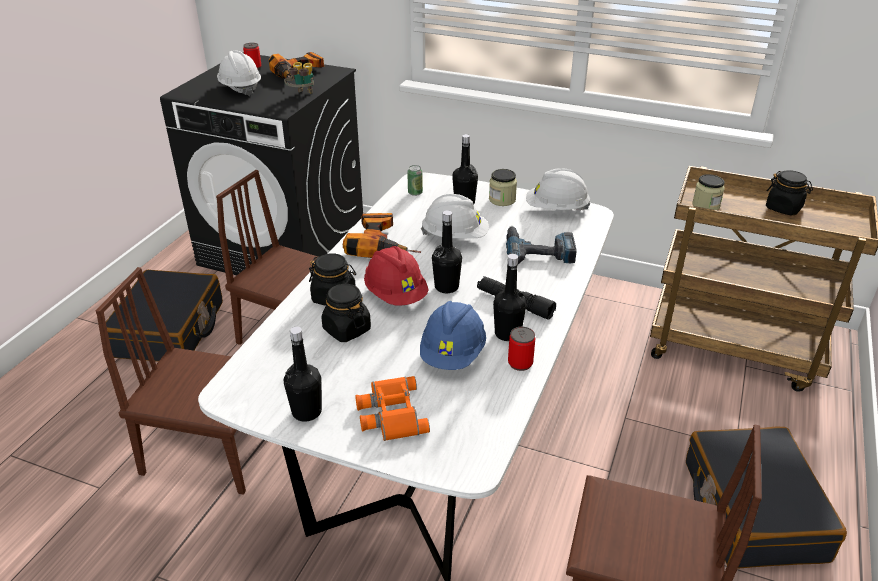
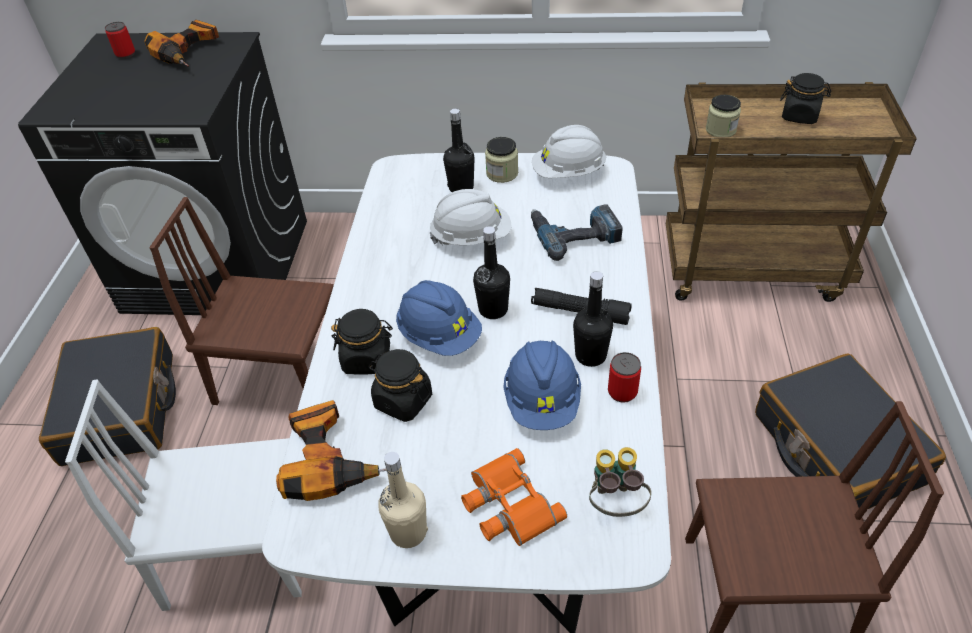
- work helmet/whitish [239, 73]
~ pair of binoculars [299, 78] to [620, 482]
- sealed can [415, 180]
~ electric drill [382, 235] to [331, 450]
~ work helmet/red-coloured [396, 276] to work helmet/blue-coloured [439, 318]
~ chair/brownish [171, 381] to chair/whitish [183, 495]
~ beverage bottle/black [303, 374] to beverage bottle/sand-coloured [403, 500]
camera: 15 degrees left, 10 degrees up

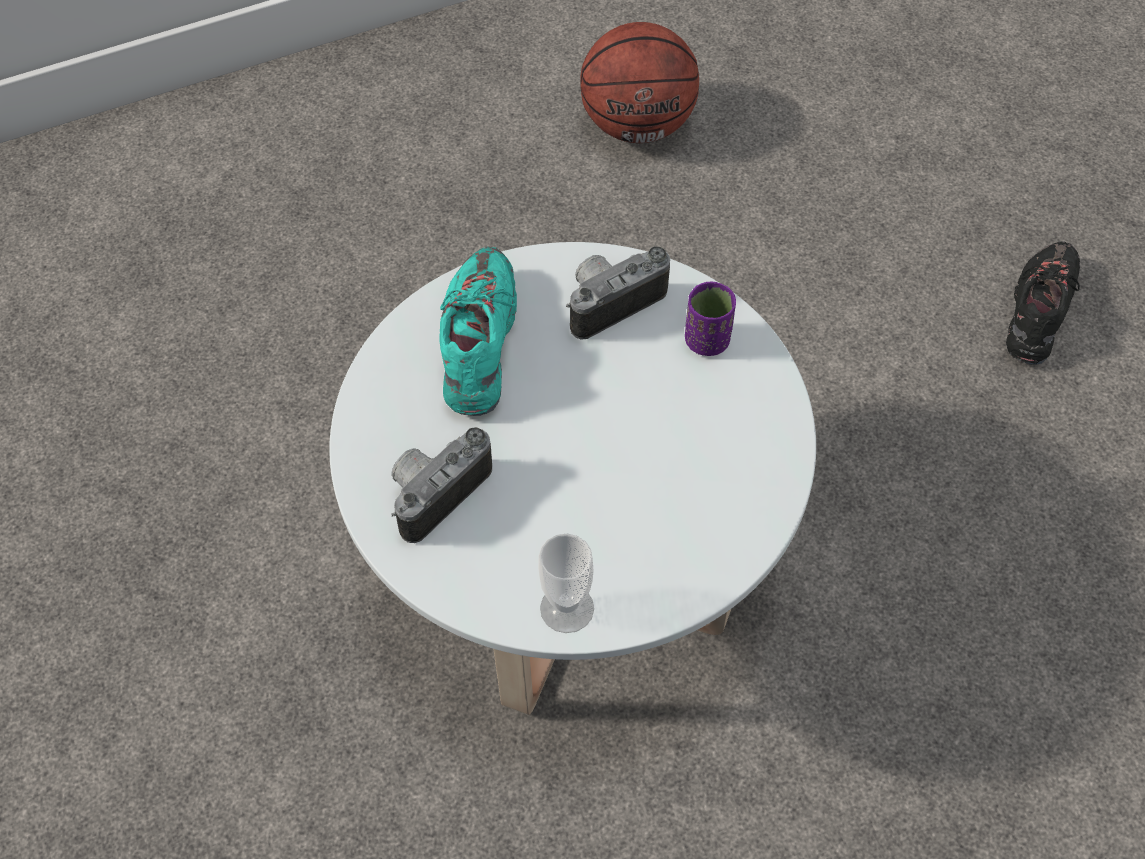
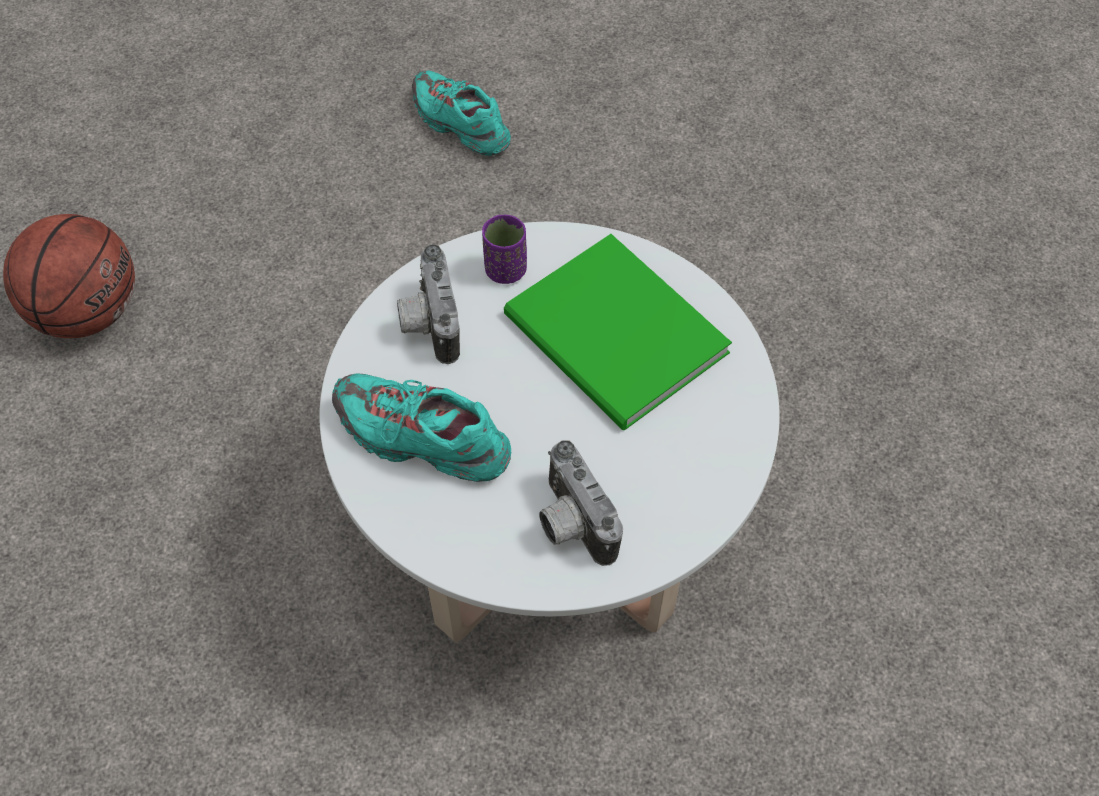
~ item of footwear/black [1043, 303] to item of footwear/turquoise [461, 113]
- small cup [566, 583]
+ bound book/green-coloured [618, 332]
camera: 70 degrees left, 0 degrees up

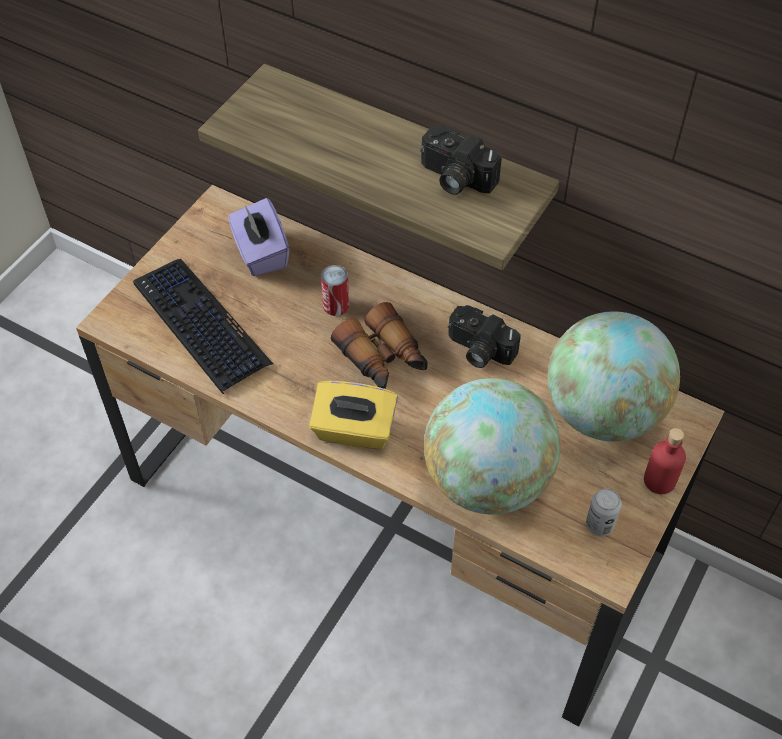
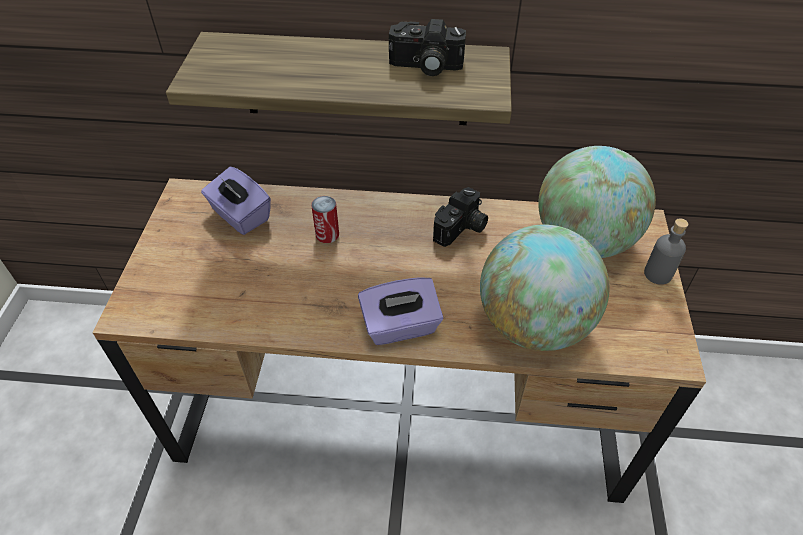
- PC keyboard [203, 326]
- pair of binoculars [379, 345]
~ photo camera [484, 336] = [460, 217] 60 degrees counterclockwise
~ box of tissues/yellow [353, 415] to box of tissues/purplish [400, 311]
~ beverage bottle/red-coloured [665, 461] to beverage bottle/gray [666, 251]
- sealed can [604, 512]
camera: 25 degrees left, 5 degrees down

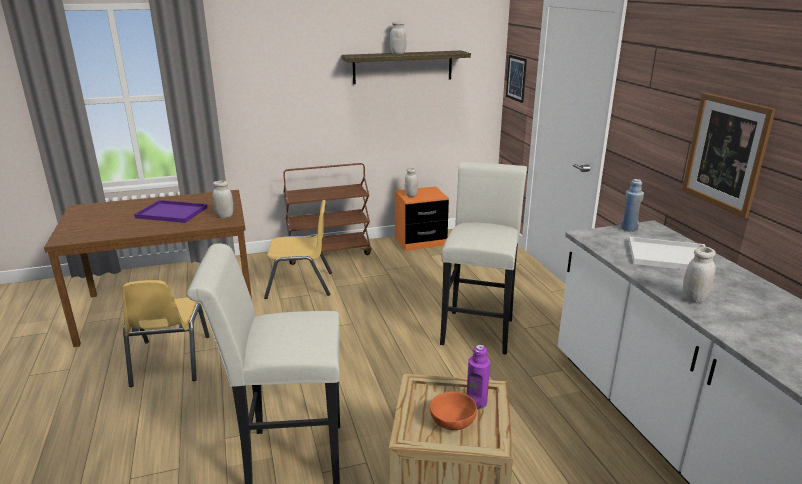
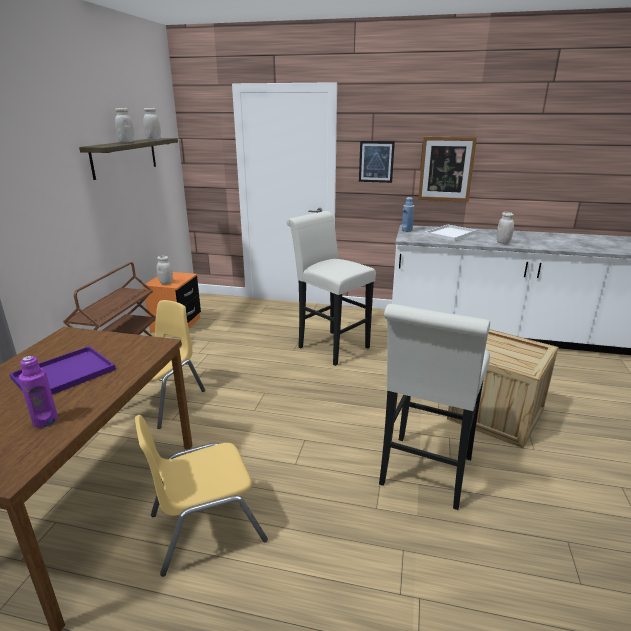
~ wall picture [516, 79] to [377, 162]
~ preserve jar/whitish [223, 199] to [152, 124]
~ chair/yellow [166, 333] = [201, 496] 135 degrees clockwise
~ beverage bottle/purplish [478, 377] to [38, 392]
- bowl/orange [453, 411]
camera: 60 degrees left, 0 degrees up

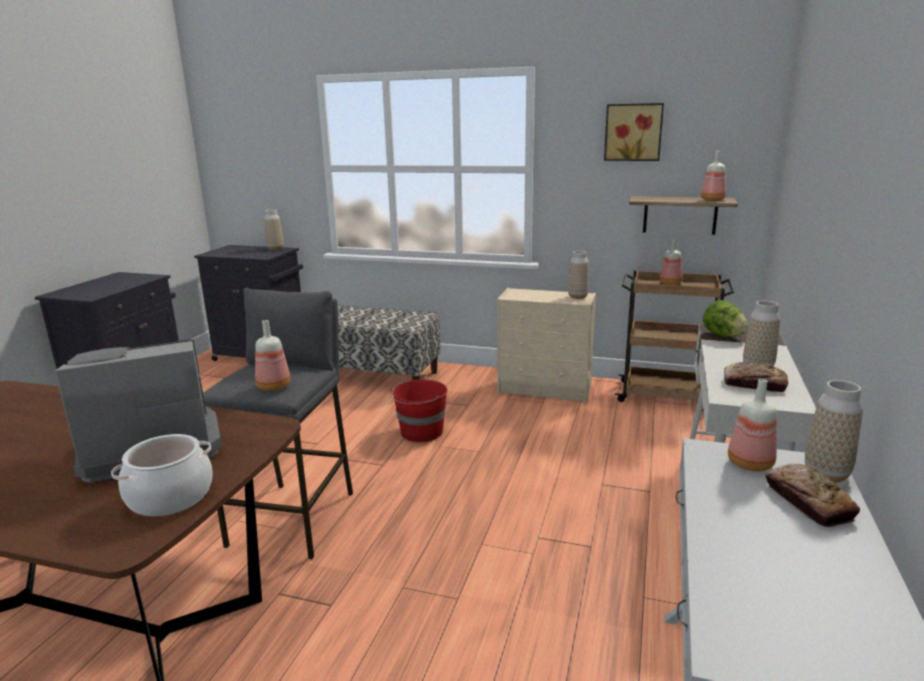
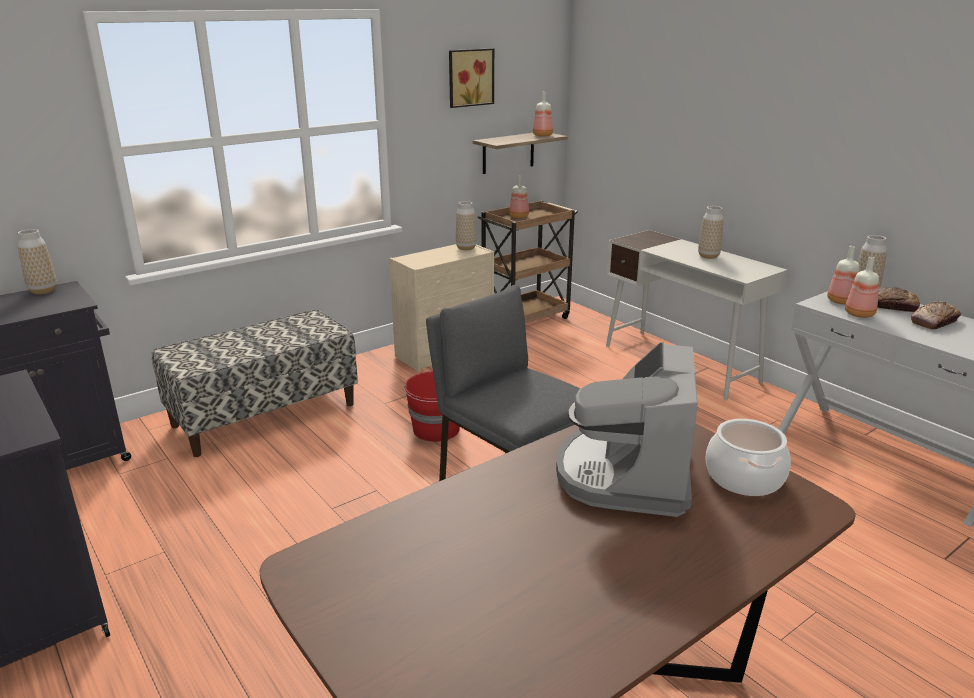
- head of lettuce [726, 319]
~ beverage bottle [273, 355] to [862, 287]
~ bakery bread [756, 377] to [936, 315]
camera: 55 degrees left, 5 degrees up

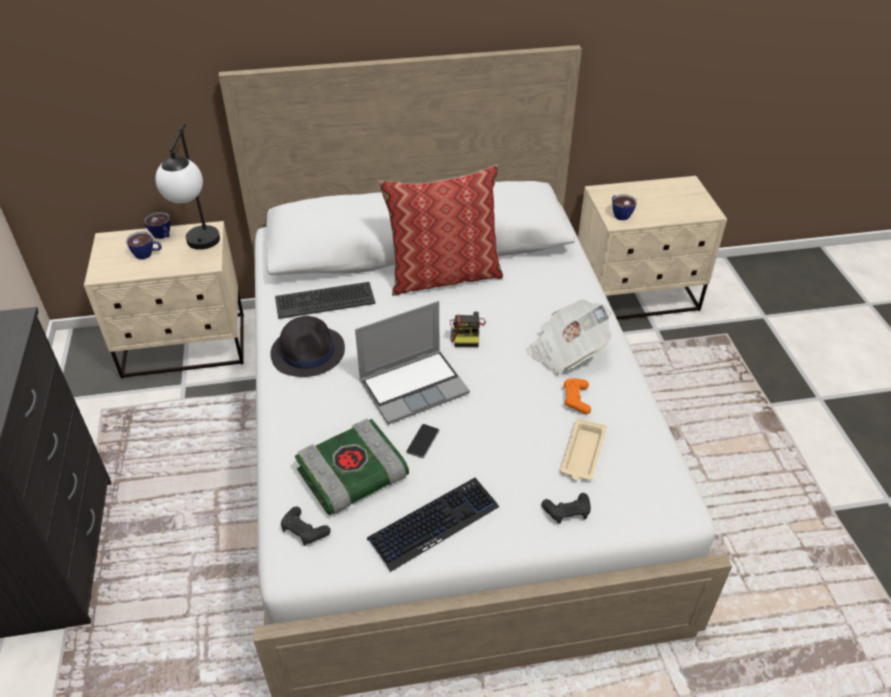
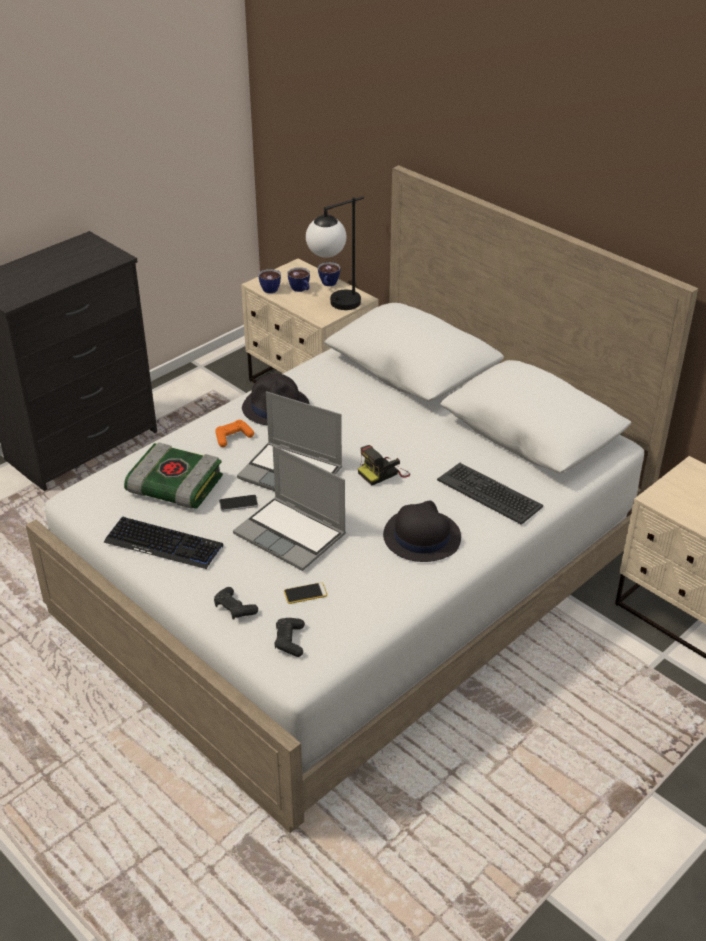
- pillow [441, 230]
~ small cup [624, 207] to [269, 281]
~ PC keyboard [325, 300] to [490, 494]
~ printed paper [569, 336] to clothing hat/black [422, 531]
~ game controller/orange [577, 396] to [234, 433]
~ tray/sand-coloured [583, 449] to telephone [305, 593]
~ game controller/black [306, 526] to [289, 637]
+ laptop [289, 508]
camera: 55 degrees right, 5 degrees down

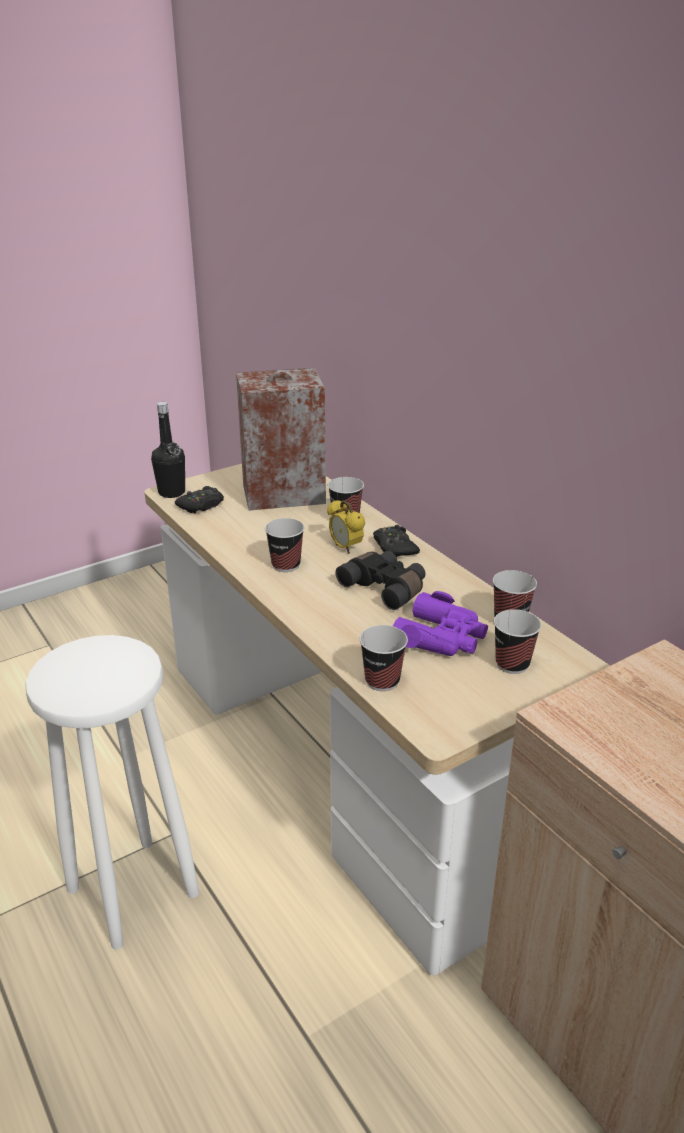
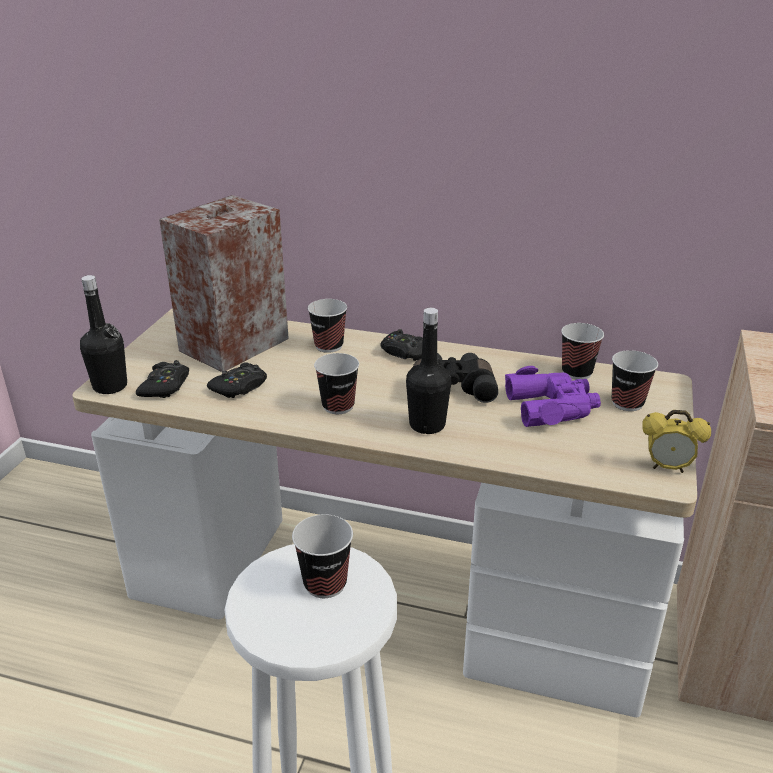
~ bedside clock [346, 527] to [676, 441]
~ small cup [384, 658] to [322, 556]
+ beverage bottle/black [428, 371]
+ game controller/black [237, 380]
camera: 40 degrees left, 0 degrees up

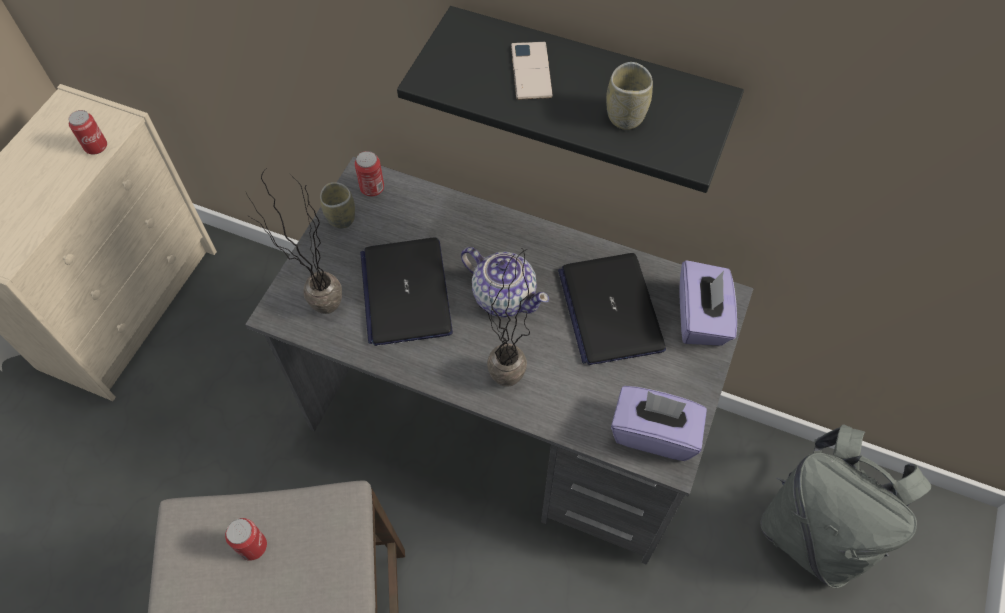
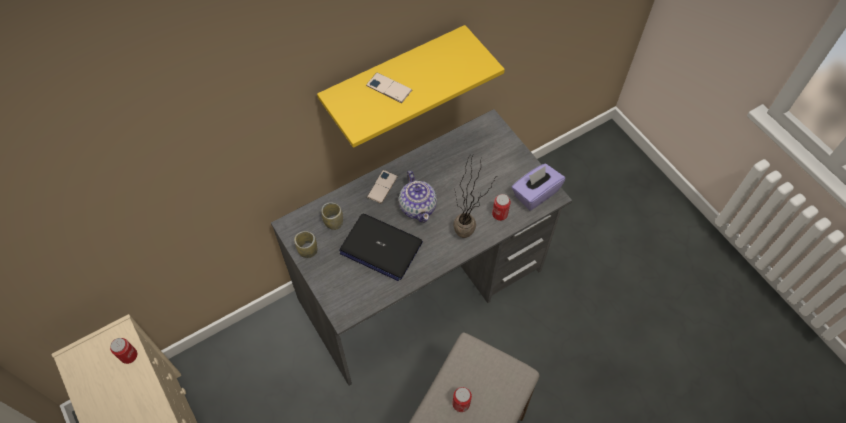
~ wall shelf/black [570, 99] to wall shelf/yellow [411, 86]
~ small cup [629, 96] to [332, 216]
~ sealed can [369, 173] to [501, 207]
- potted plant [294, 241]
~ pot for tea [505, 282] = [418, 196] 90 degrees clockwise
- laptop [612, 309]
- box of tissues/purplish [708, 303]
- knapsack/gray [845, 506]
+ telephone [382, 186]
camera: 55 degrees left, 0 degrees up

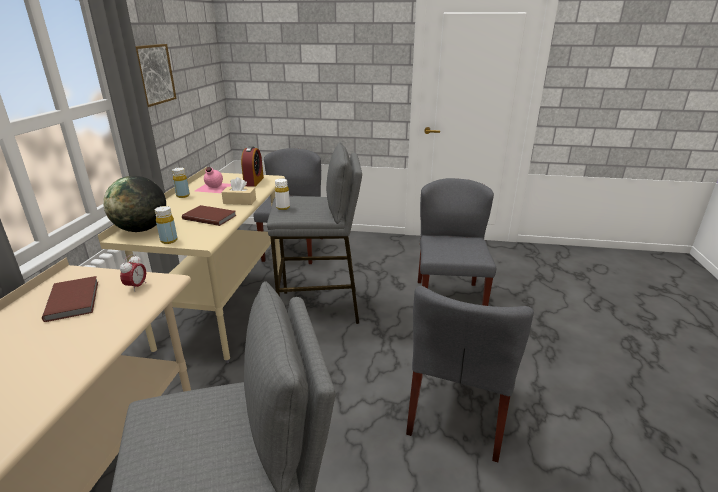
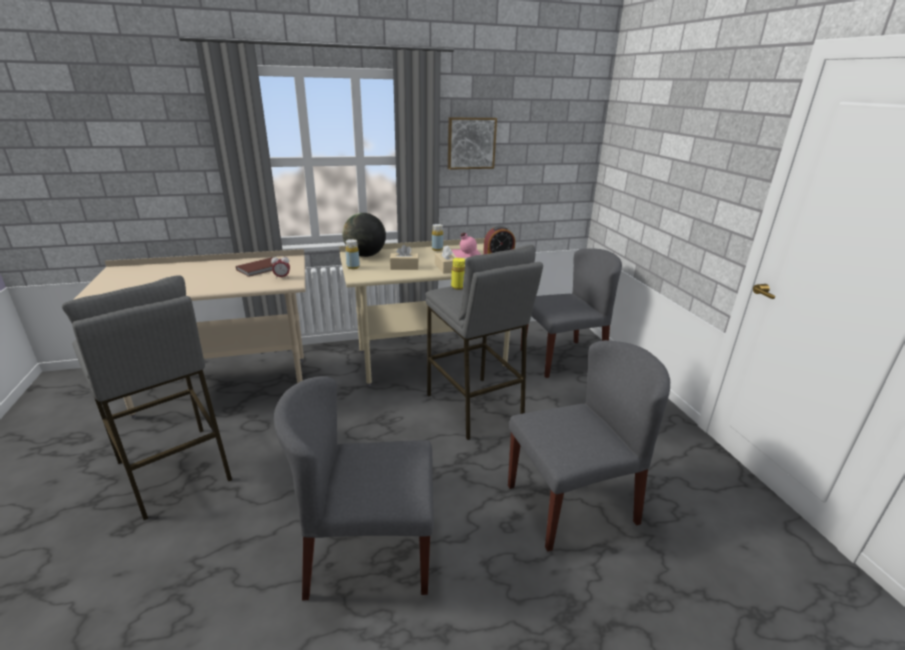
~ beverage bottle/whitish [282, 194] to beverage bottle/yellow [458, 274]
~ bound book/brownish [209, 215] to box of tissues/sand-coloured [404, 257]
camera: 65 degrees right, 0 degrees up

